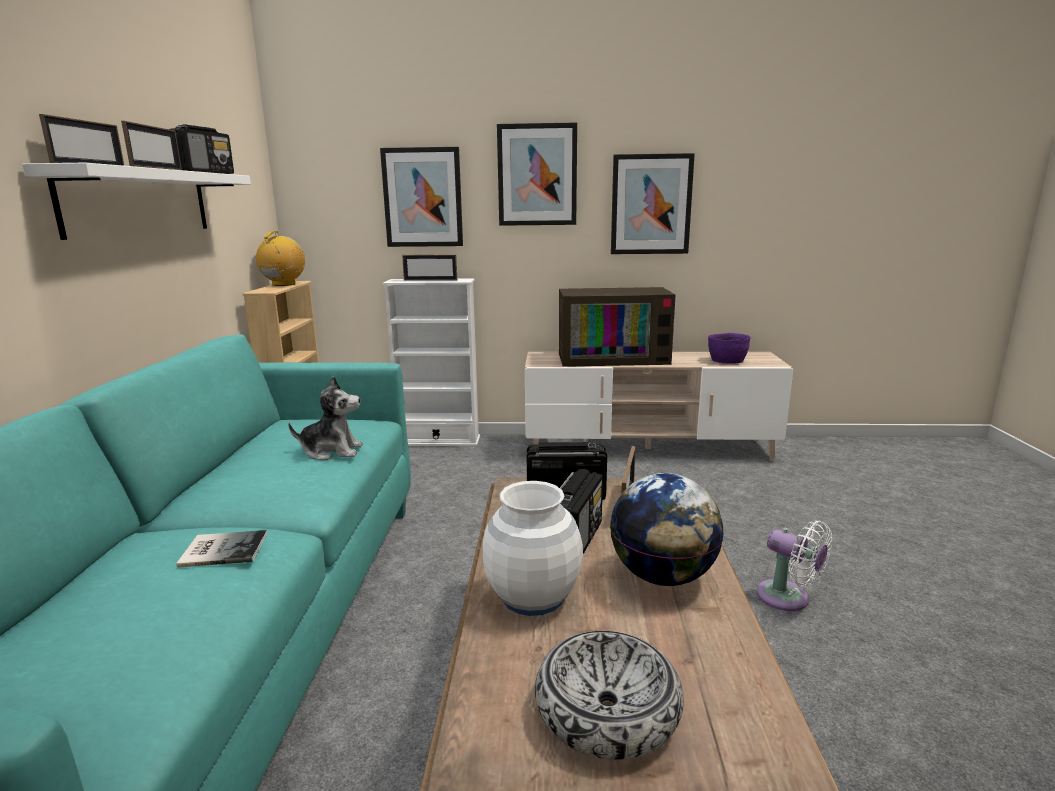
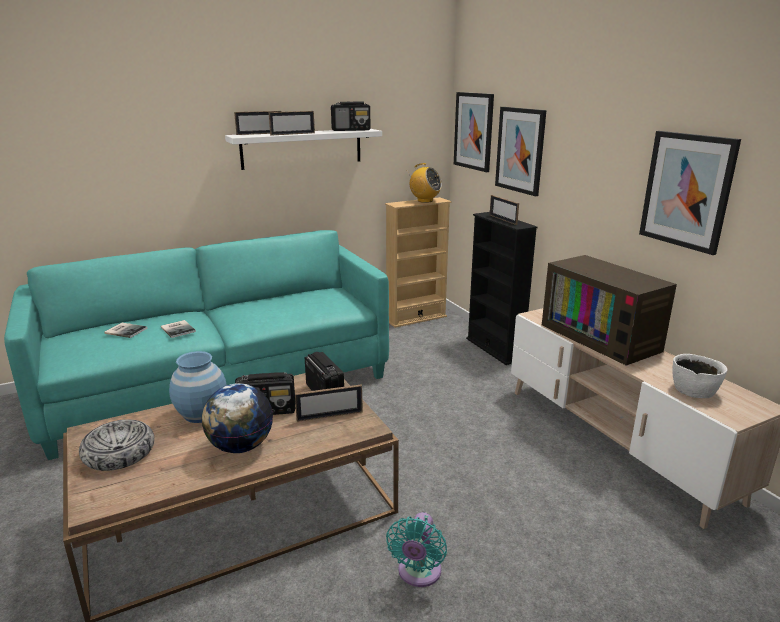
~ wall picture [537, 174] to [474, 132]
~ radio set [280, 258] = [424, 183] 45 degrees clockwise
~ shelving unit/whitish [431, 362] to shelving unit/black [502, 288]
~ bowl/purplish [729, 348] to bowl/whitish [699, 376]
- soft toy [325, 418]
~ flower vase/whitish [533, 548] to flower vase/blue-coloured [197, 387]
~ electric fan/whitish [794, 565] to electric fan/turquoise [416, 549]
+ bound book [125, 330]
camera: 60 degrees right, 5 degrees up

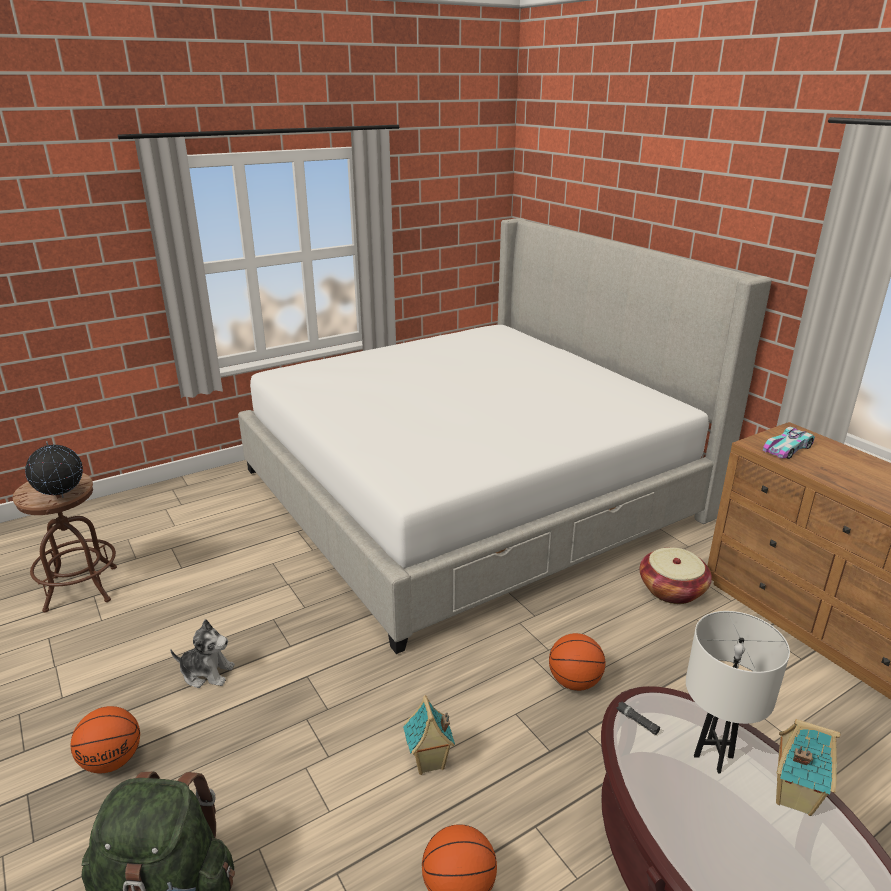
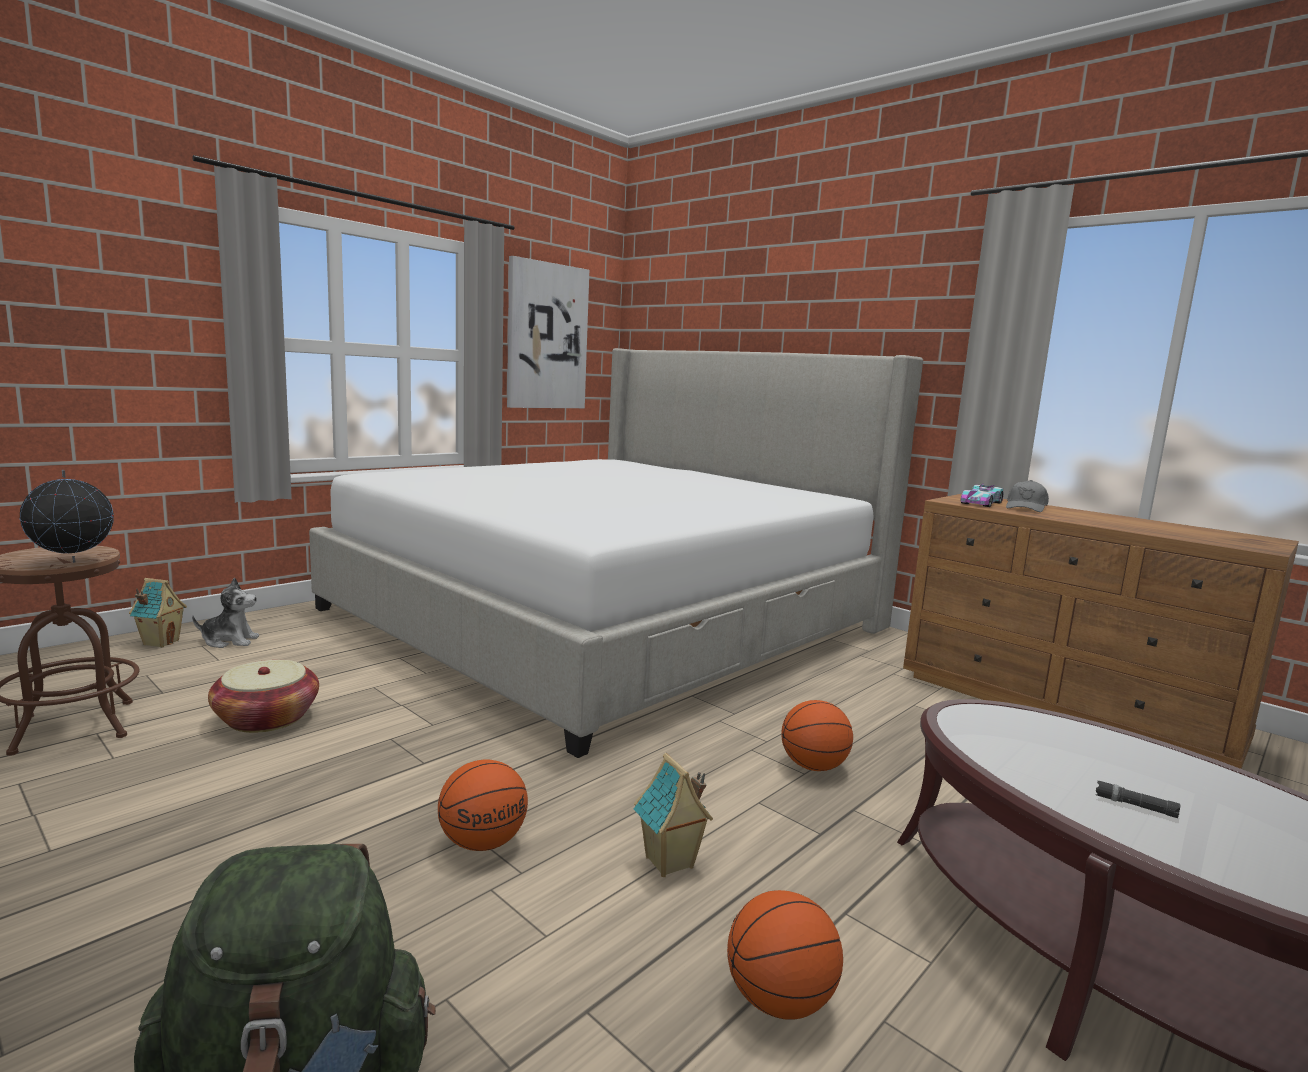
~ household basket [676, 575] to [263, 696]
- lamp for a table/whitish [738, 692]
~ soft toy [202, 653] to [225, 613]
~ torch/black [638, 718] to [1137, 799]
~ basketball [105, 739] to [483, 805]
~ miniature house [808, 767] to [158, 613]
+ wall picture [548, 332]
+ baseball cap/gray [1027, 496]
camera: 15 degrees left, 15 degrees down

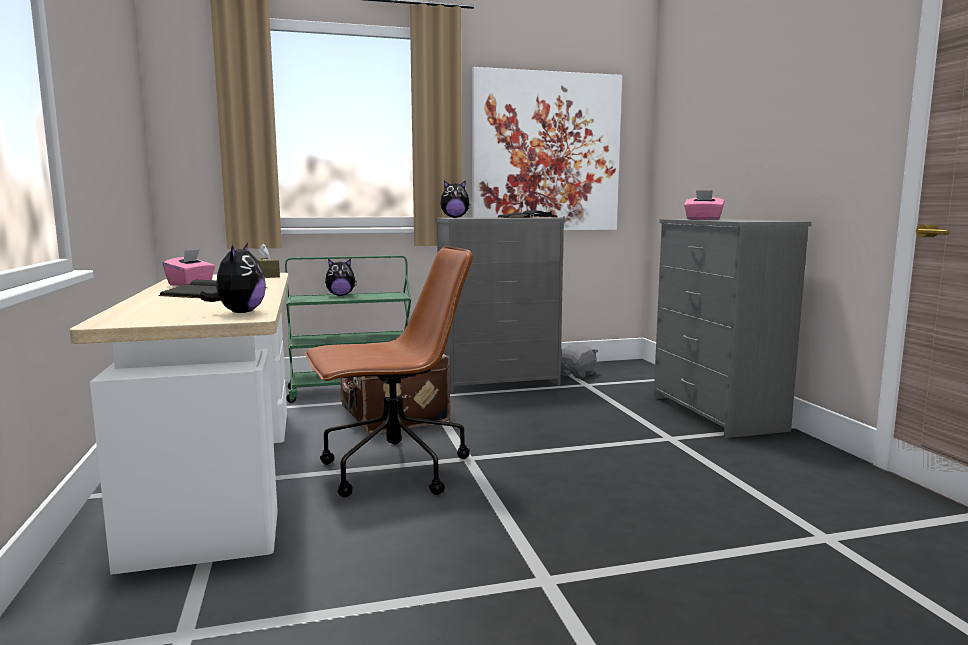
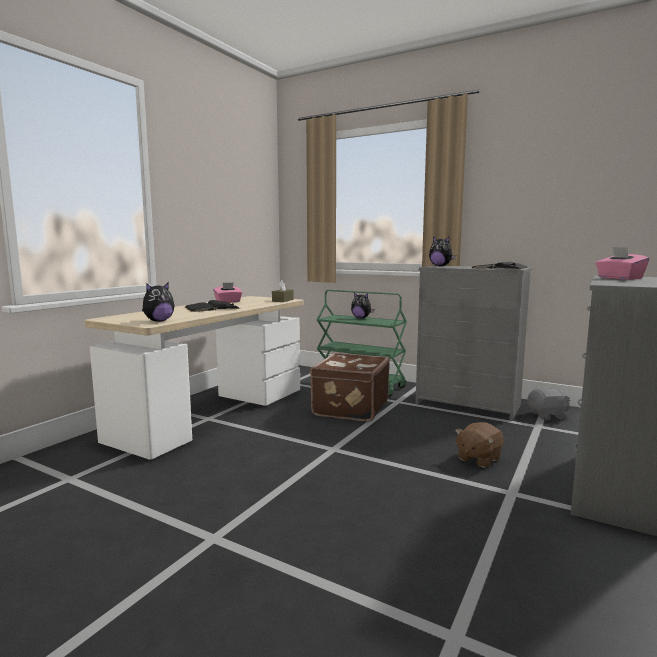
- wall picture [547, 148]
- office chair/brownish [389, 372]
+ soft toy/brownish [479, 445]
camera: 45 degrees right, 0 degrees up

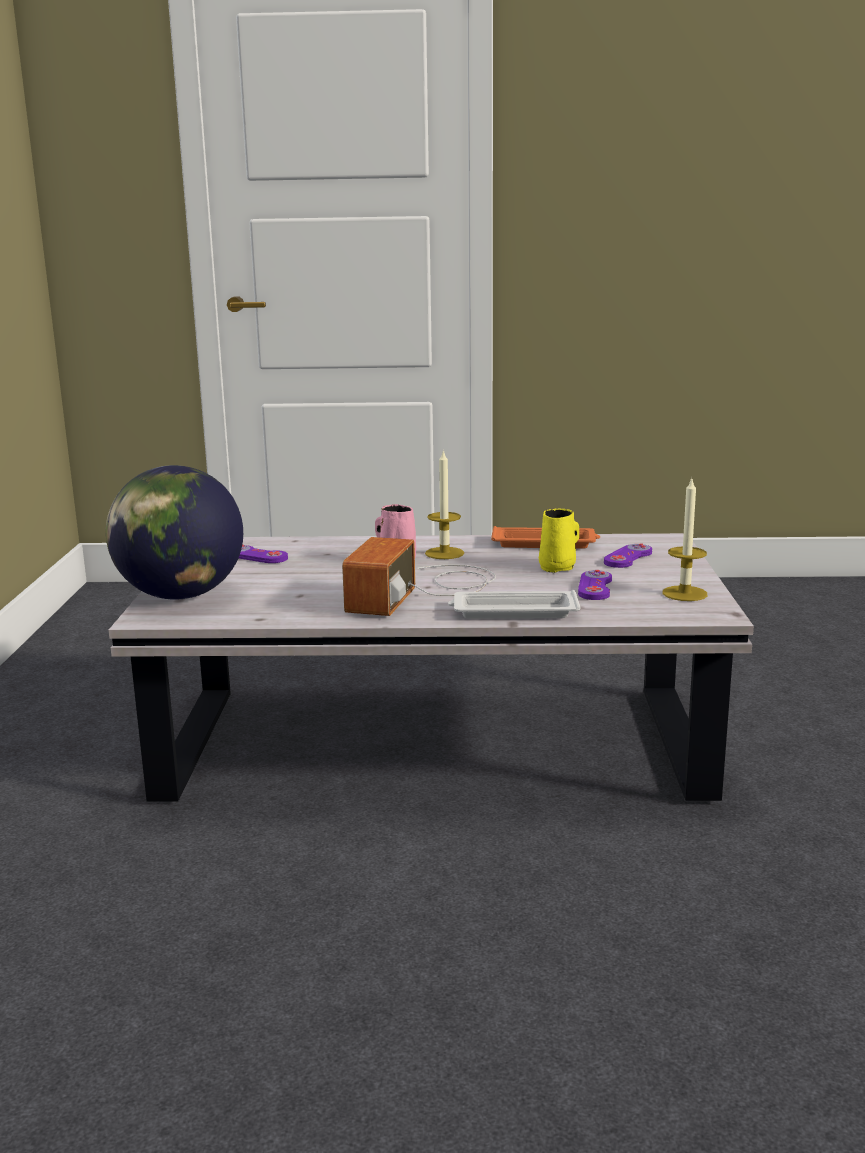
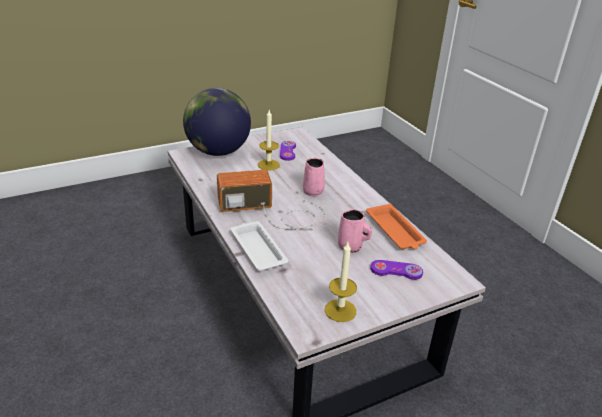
~ wax candle [444, 504] to [269, 140]
~ tea mug/yellow [559, 540] to tea mug/pink [355, 231]
- game controller/purplish [595, 585]
camera: 60 degrees right, 15 degrees up

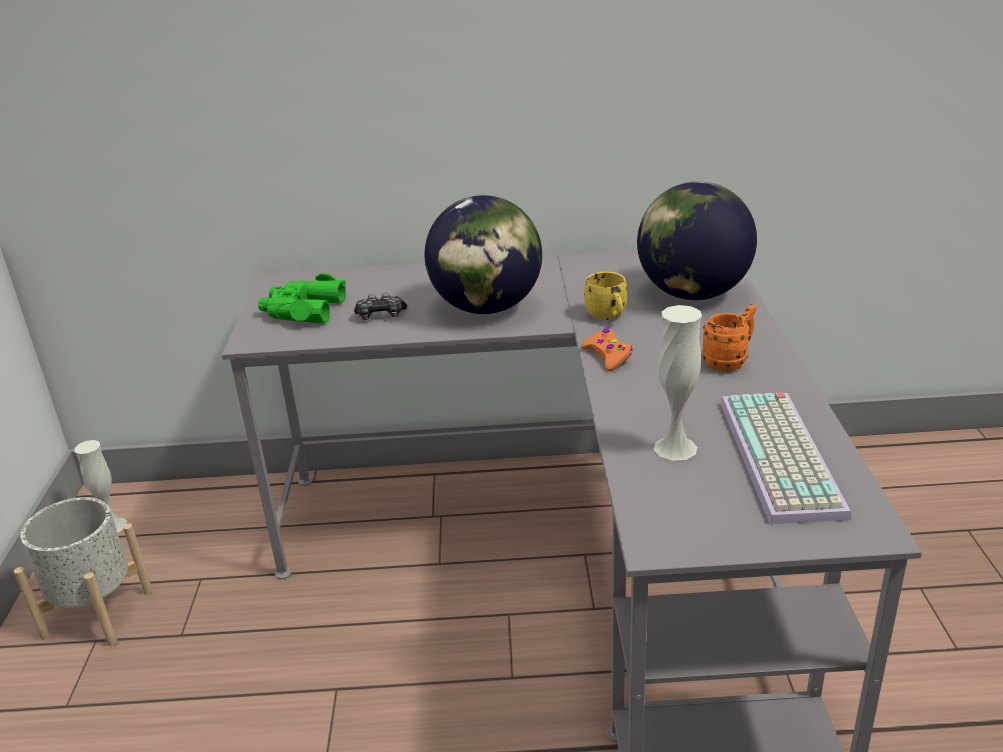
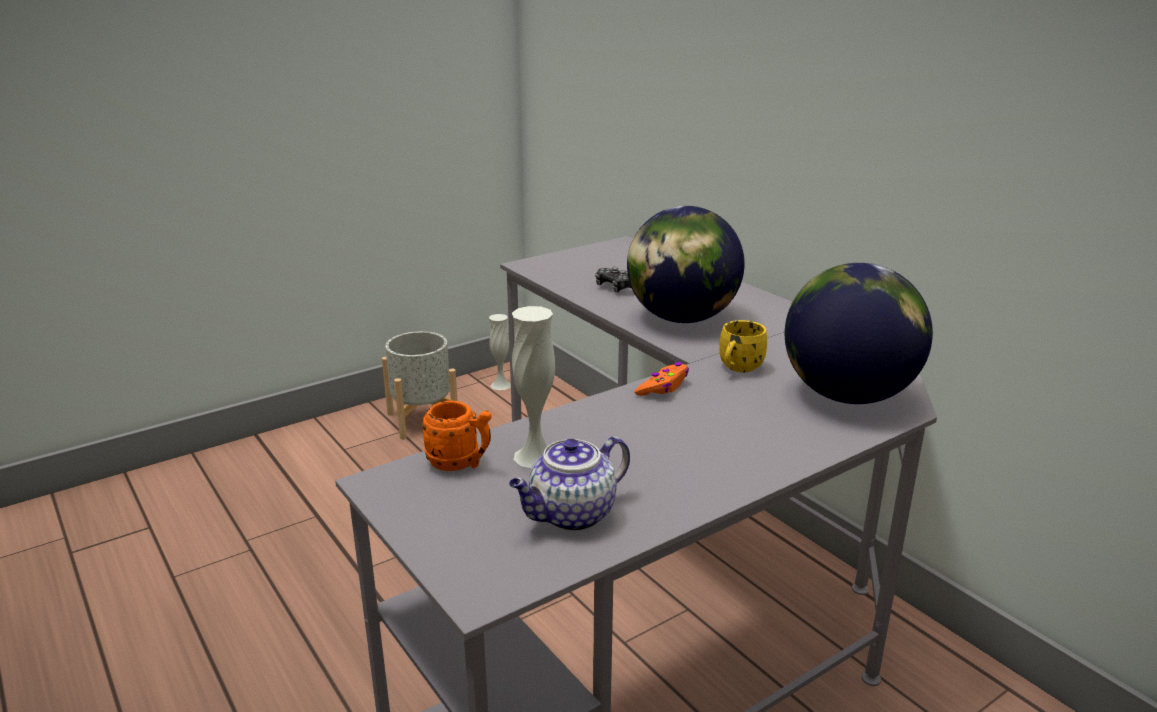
- pair of binoculars/green-coloured [302, 298]
~ tea mug/orange [729, 337] to [457, 436]
~ PC keyboard [785, 458] to pot for tea [569, 483]
camera: 55 degrees right, 5 degrees down

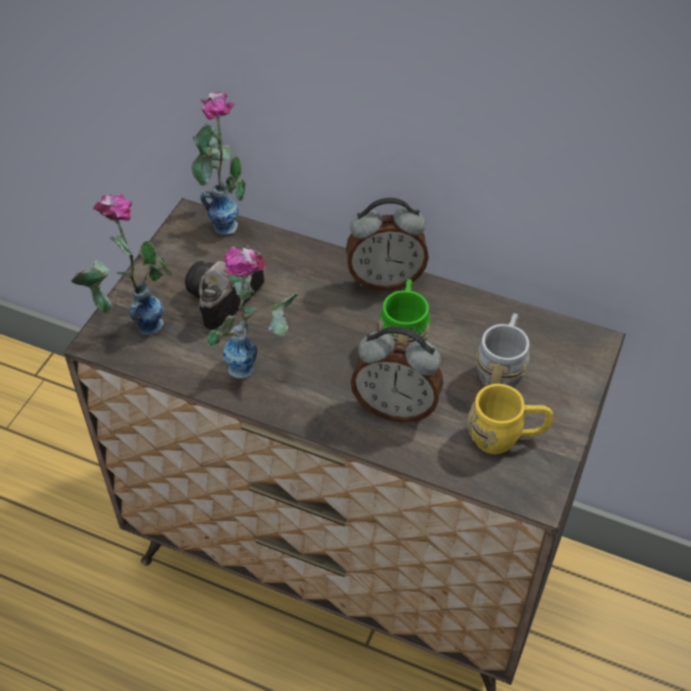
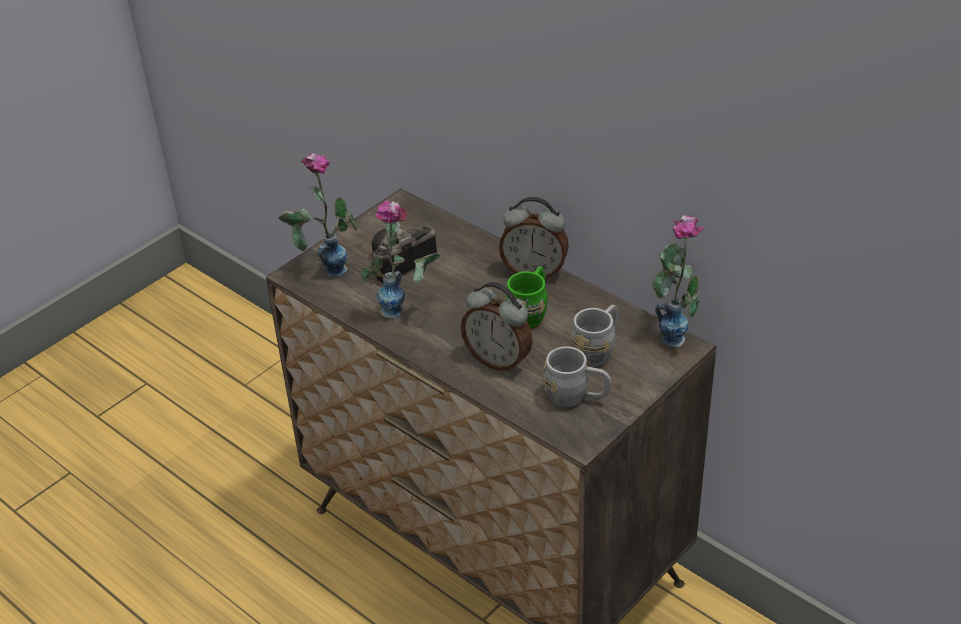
~ flower vase [219, 163] to [677, 281]
~ tea mug/yellow [510, 419] to tea mug/gray [577, 376]
camera: 20 degrees right, 10 degrees down

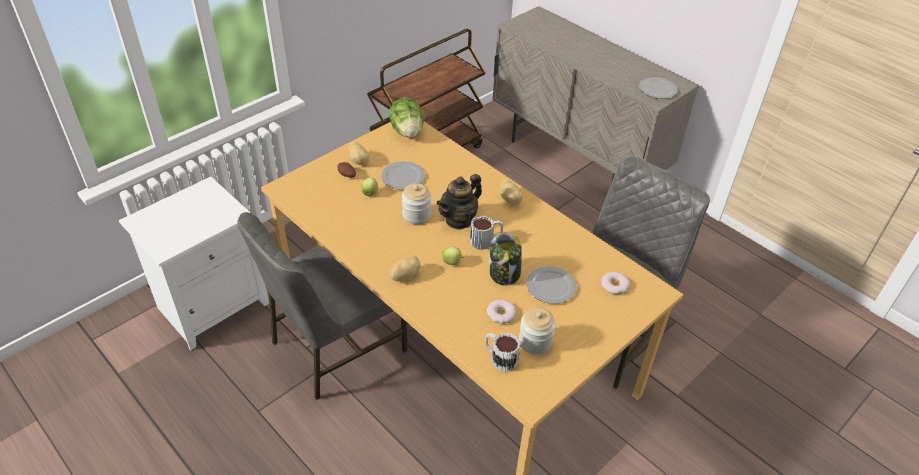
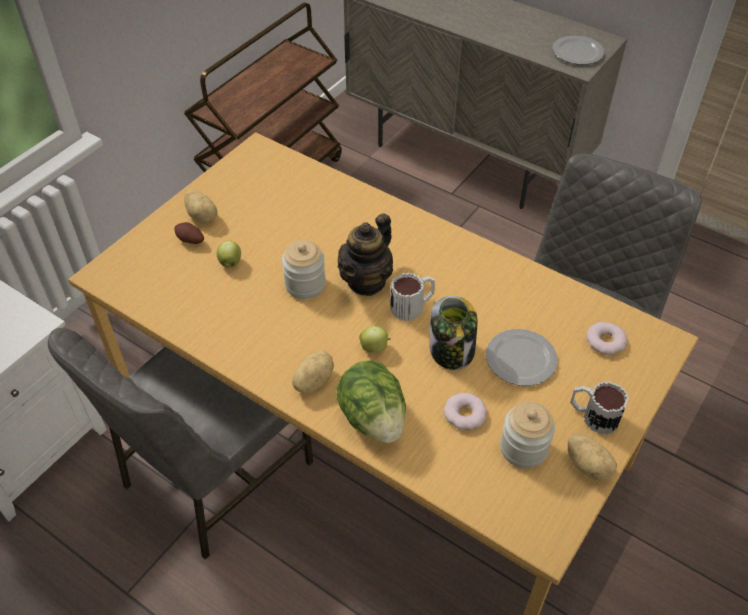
~ head of lettuce [406, 117] to [371, 401]
- flat dish [403, 175]
~ potato [511, 191] to [592, 457]
~ tea mug [503, 352] to [599, 408]
camera: 10 degrees left, 5 degrees up

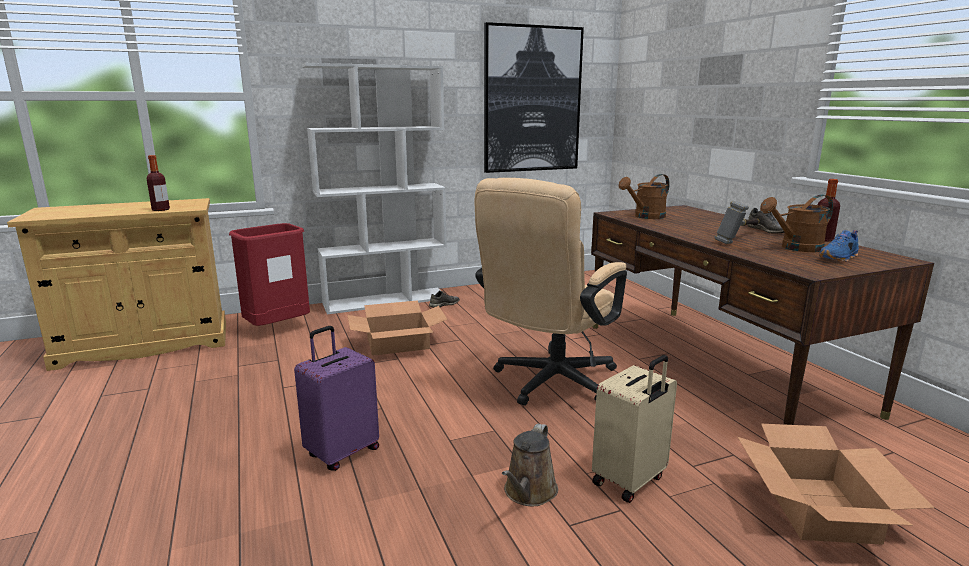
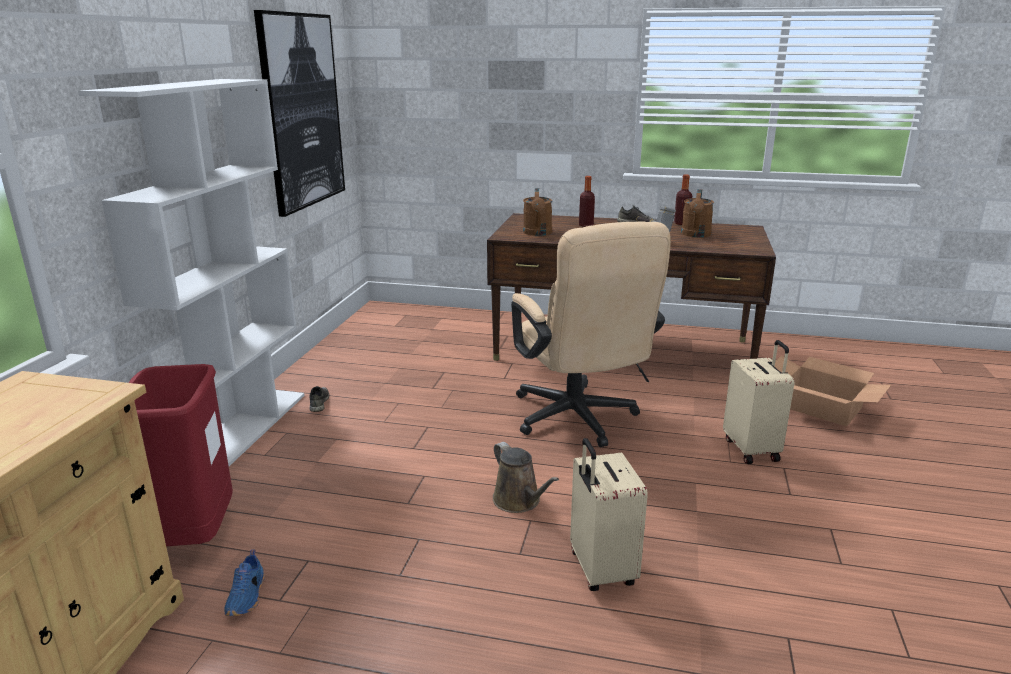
~ beverage bottle [158, 183] to [587, 201]
~ item of footwear/blue-coloured [839, 246] to [244, 582]
- carton [397, 328]
~ suitcase/purplish [336, 398] to suitcase/sand-coloured [609, 514]
~ watering can/brownish [530, 465] to [526, 477]
camera: 55 degrees left, 5 degrees up

